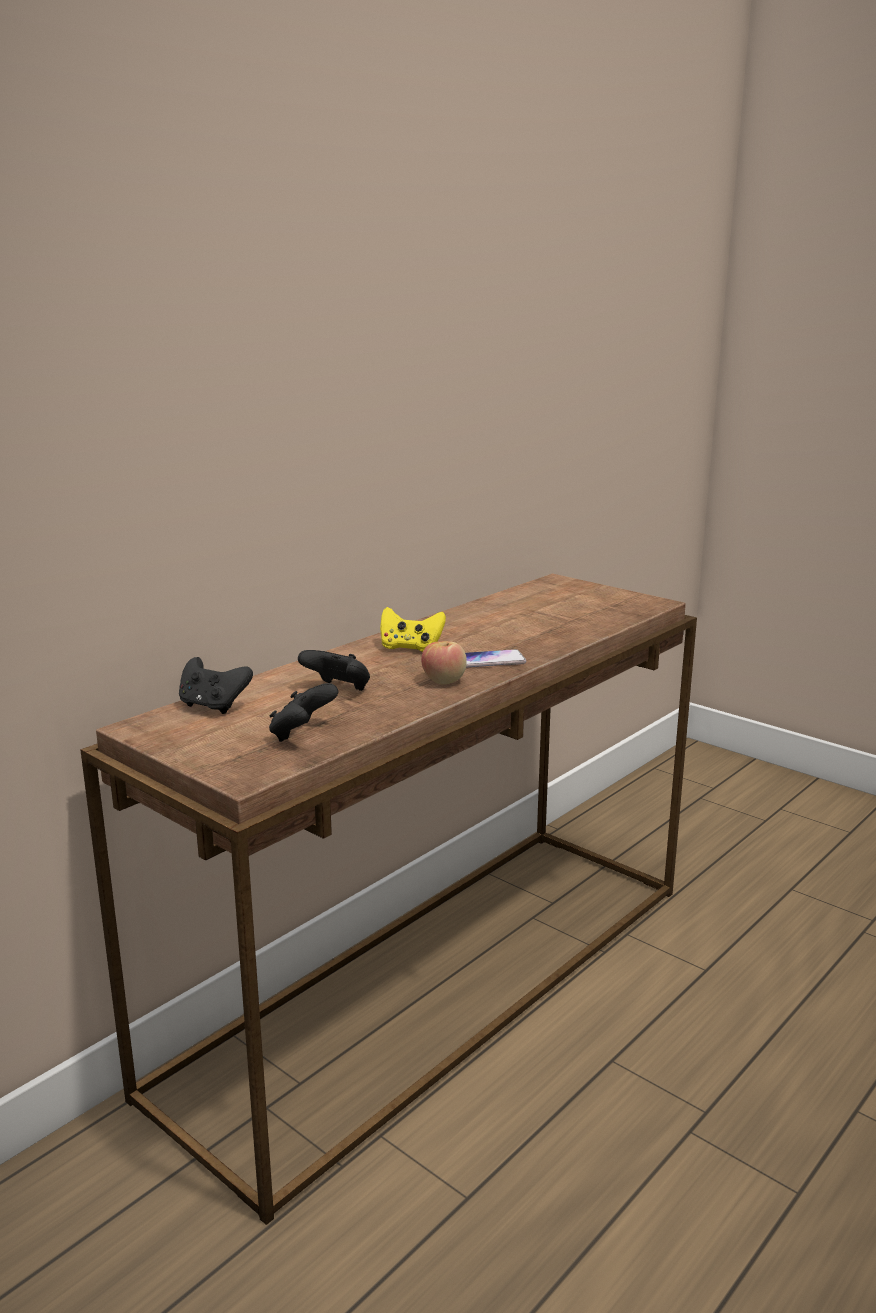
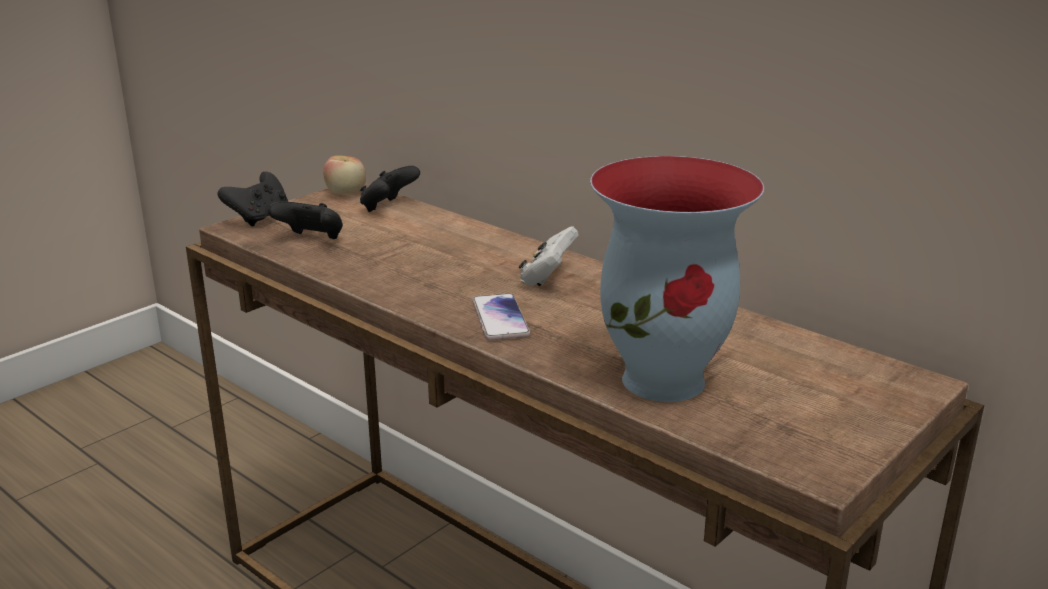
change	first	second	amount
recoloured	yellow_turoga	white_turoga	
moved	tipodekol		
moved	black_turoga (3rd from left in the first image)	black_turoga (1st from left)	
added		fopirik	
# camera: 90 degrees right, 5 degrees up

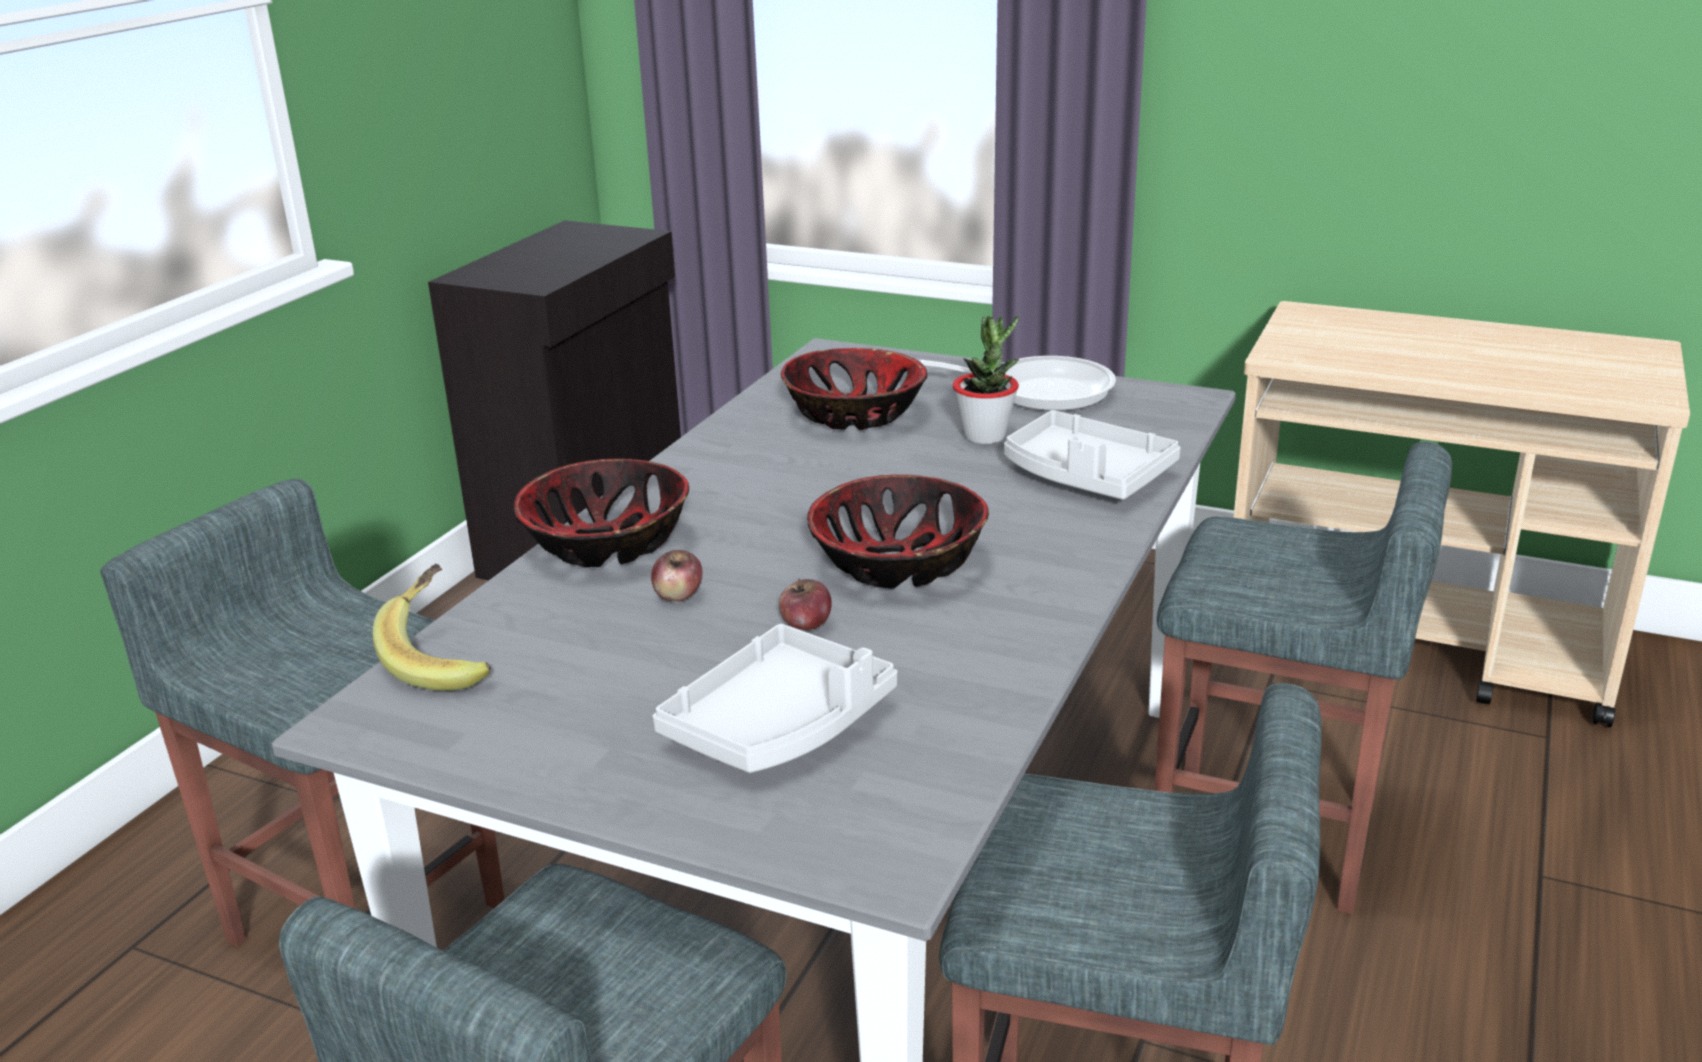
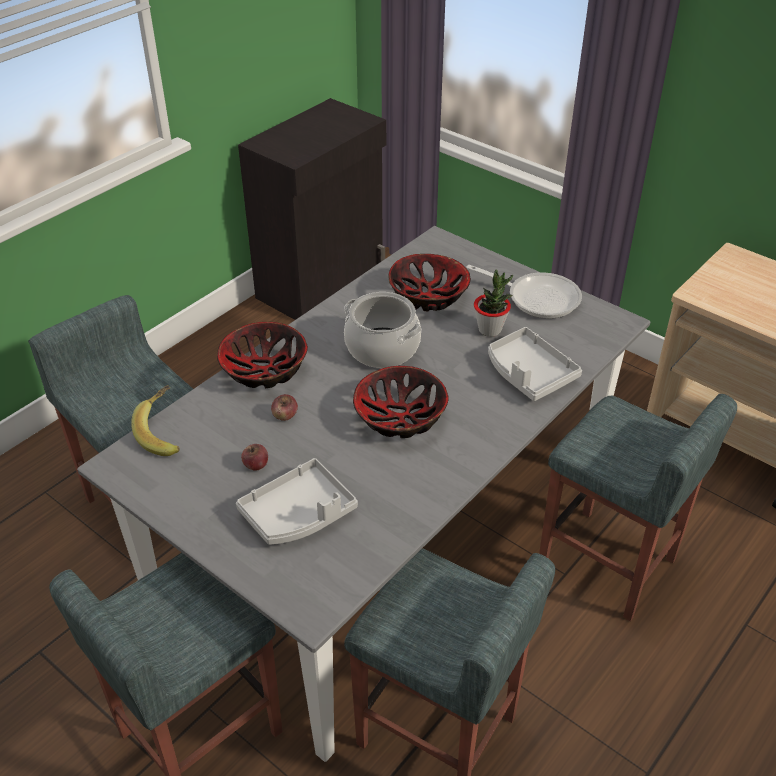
change	first	second	amount
moved	tipodekol (2nd from left in the first image)	tipodekol (1st from left)	
added		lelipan	
# camera: 15 degrees right, 15 degrees up

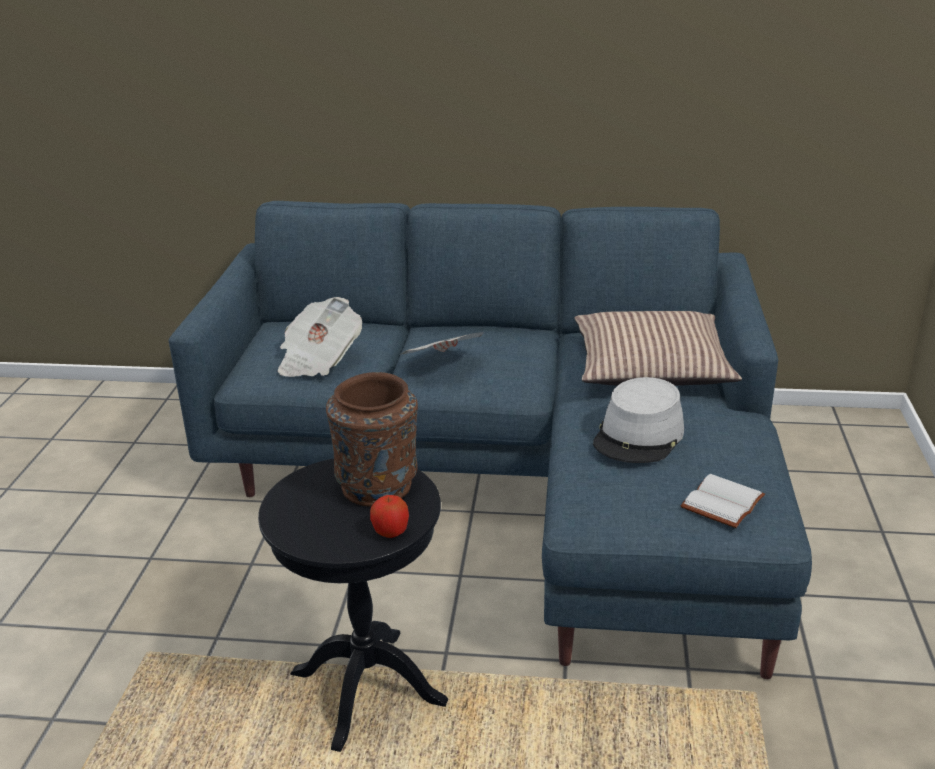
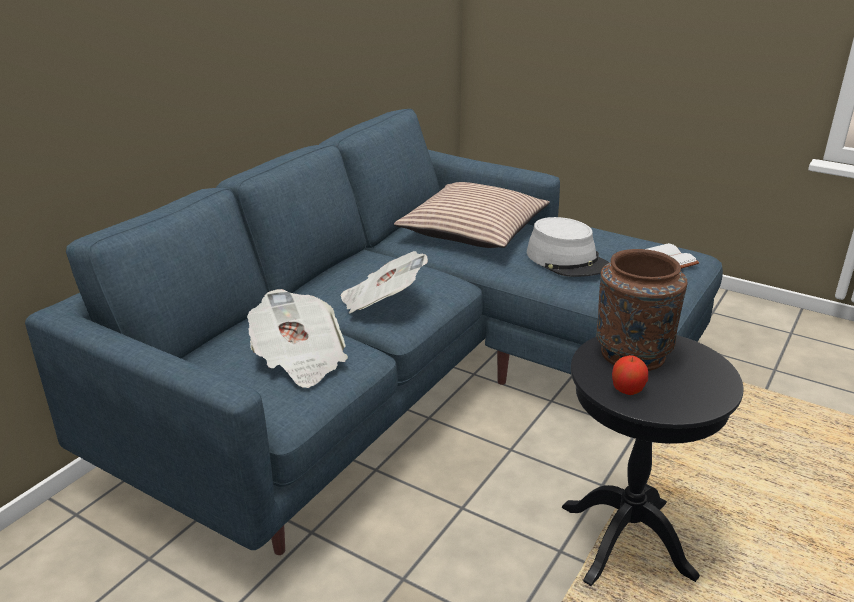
change	first	second	amount
moved	tipodekol		
# camera: 65 degrees left, 0 degrees up

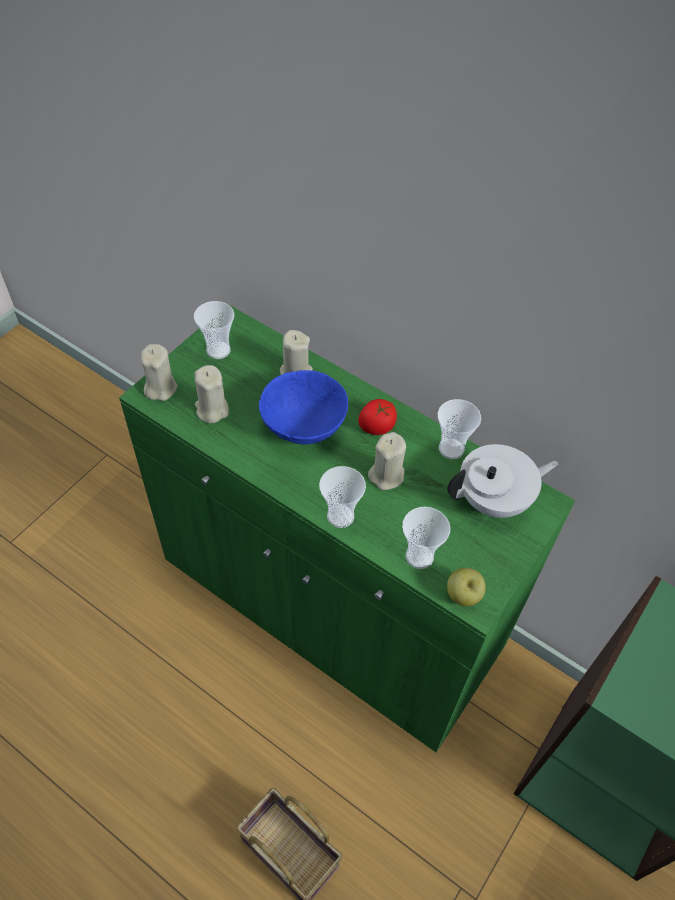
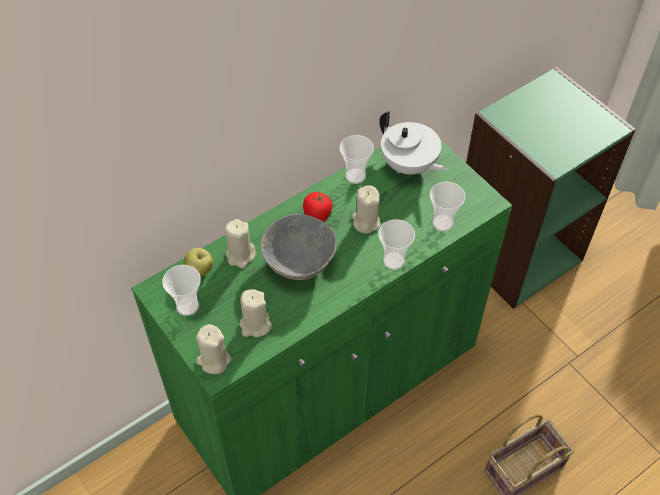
change	first	second	amount
recoloured	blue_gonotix	grey_gonotix	
turned	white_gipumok		135 degrees clockwise
moved	tipodekol		
# camera: 70 degrees left, 0 degrees up

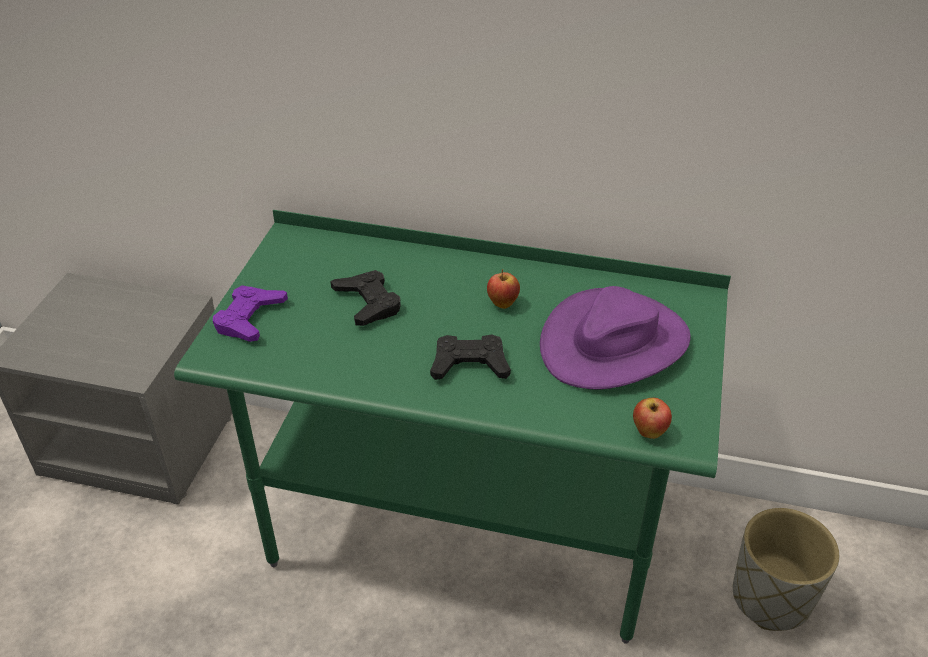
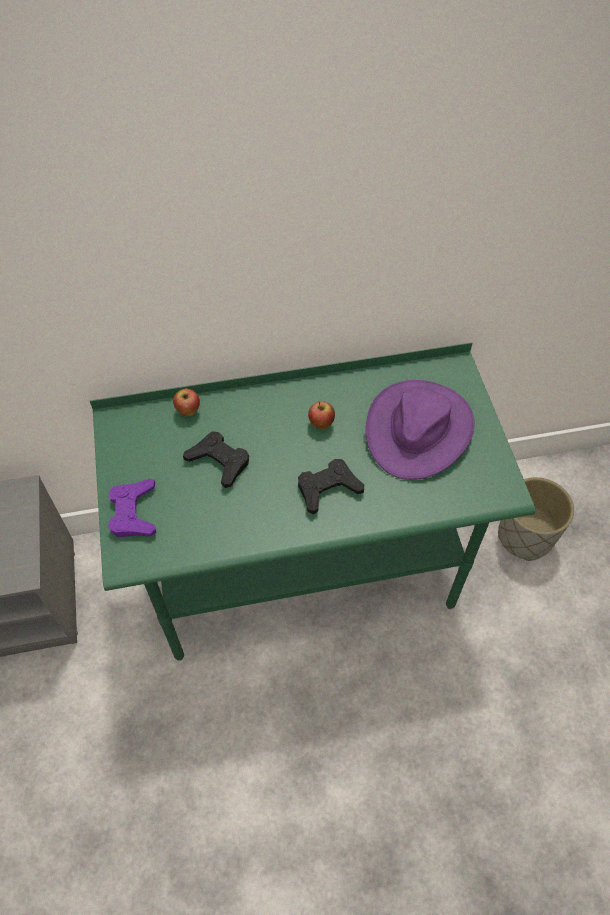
change	first	second	amount
moved	tipodekol (2nd from left in the first image)	tipodekol (1st from left)	
# camera: 25 degrees left, 15 degrees up

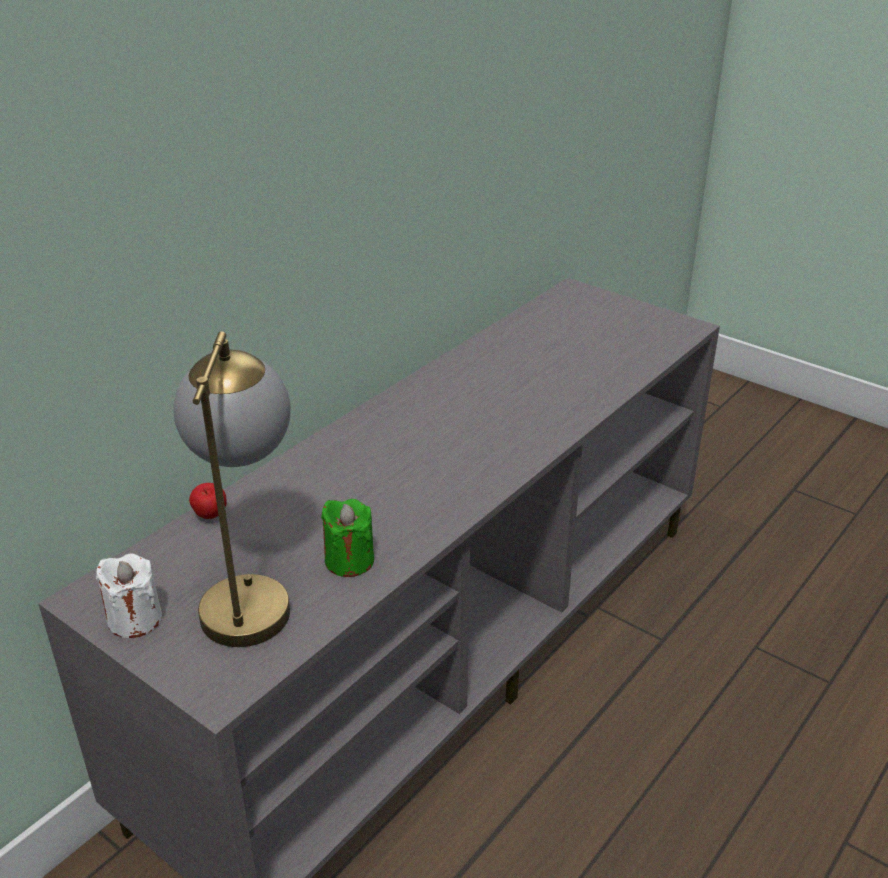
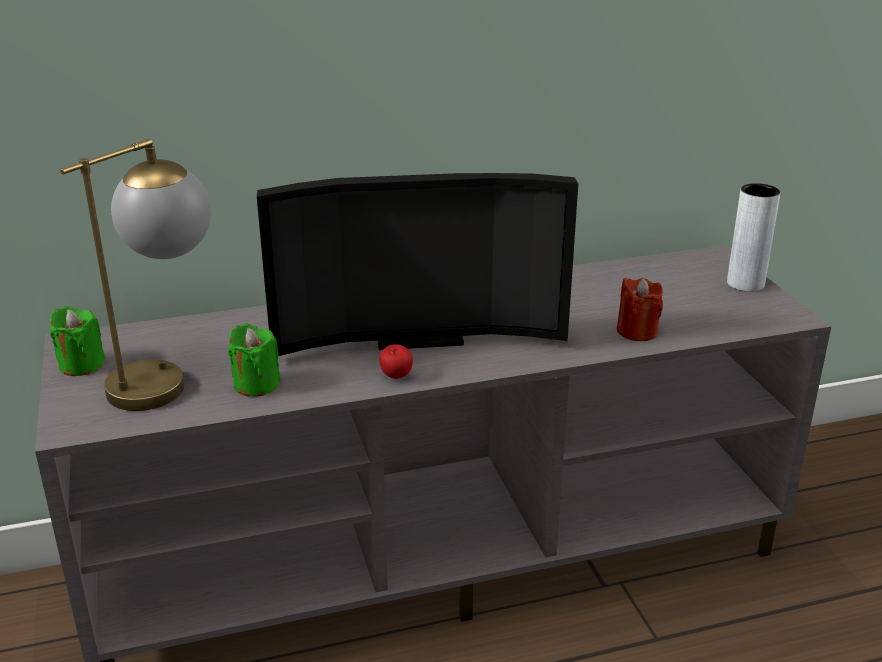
change	first	second	amount
moved	tipodekol		
recoloured	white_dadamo	green_dadamo (1st from left)	
added		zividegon	
added		grey_fopirik	
added		red_dadamo	
# camera: 35 degrees right, 5 degrees down

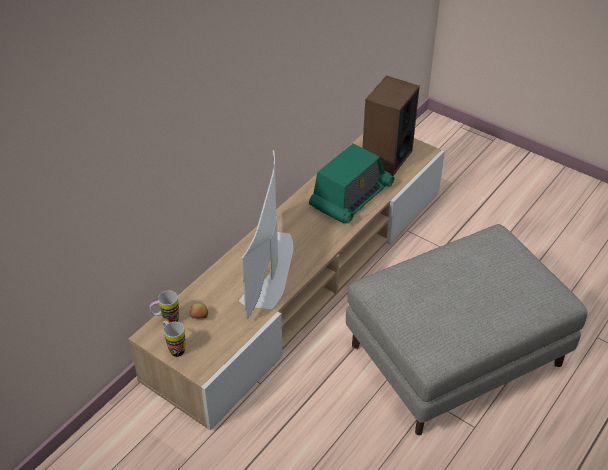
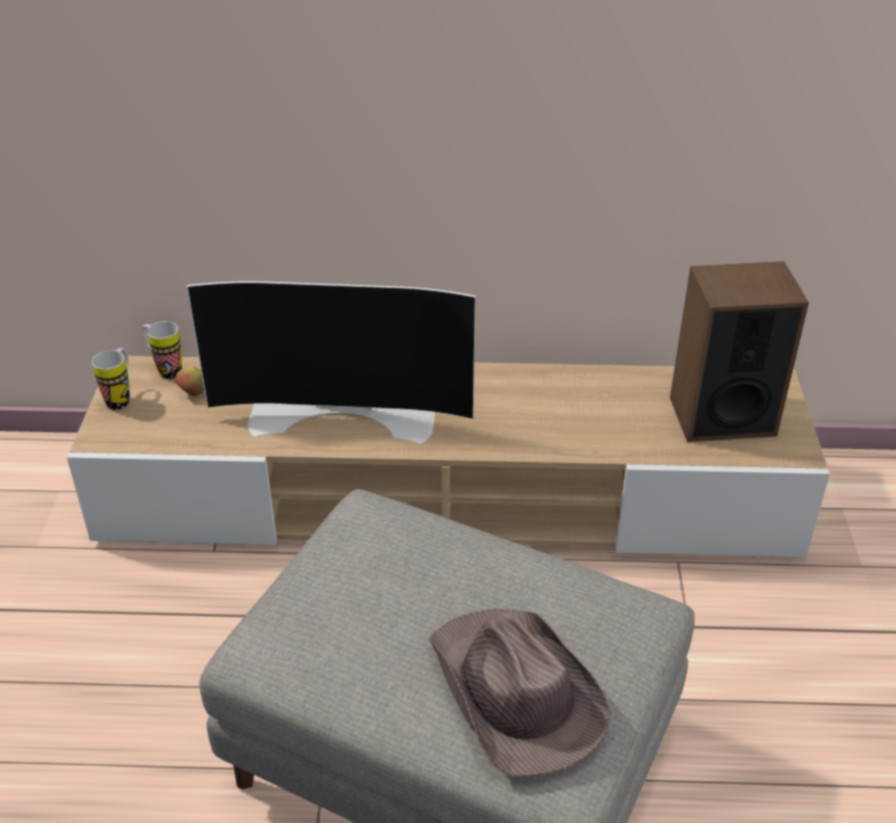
change	first	second	amount
removed	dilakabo		
turned	zividegon		150 degrees counterclockwise
added		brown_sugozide	
# camera: 55 degrees right, 5 degrees down

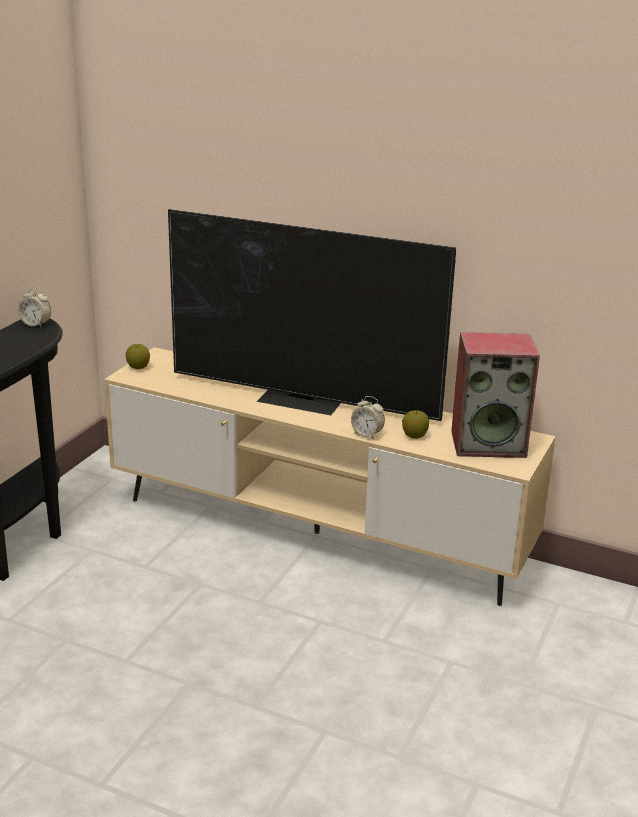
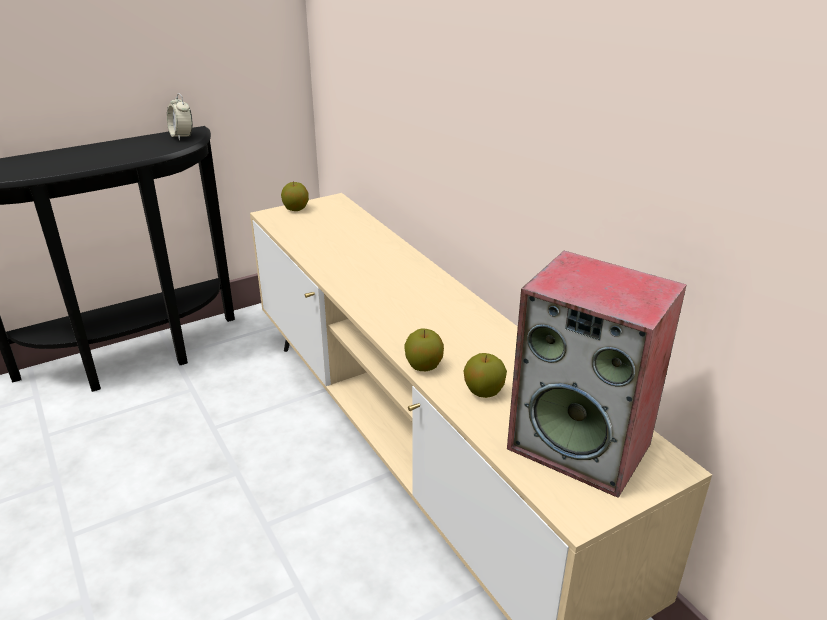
change	first	second	amount
removed	zividegon		
replaced	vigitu (2nd from left)	tipodekol (2nd from left)	
# camera: 35 degrees right, 5 degrees up

